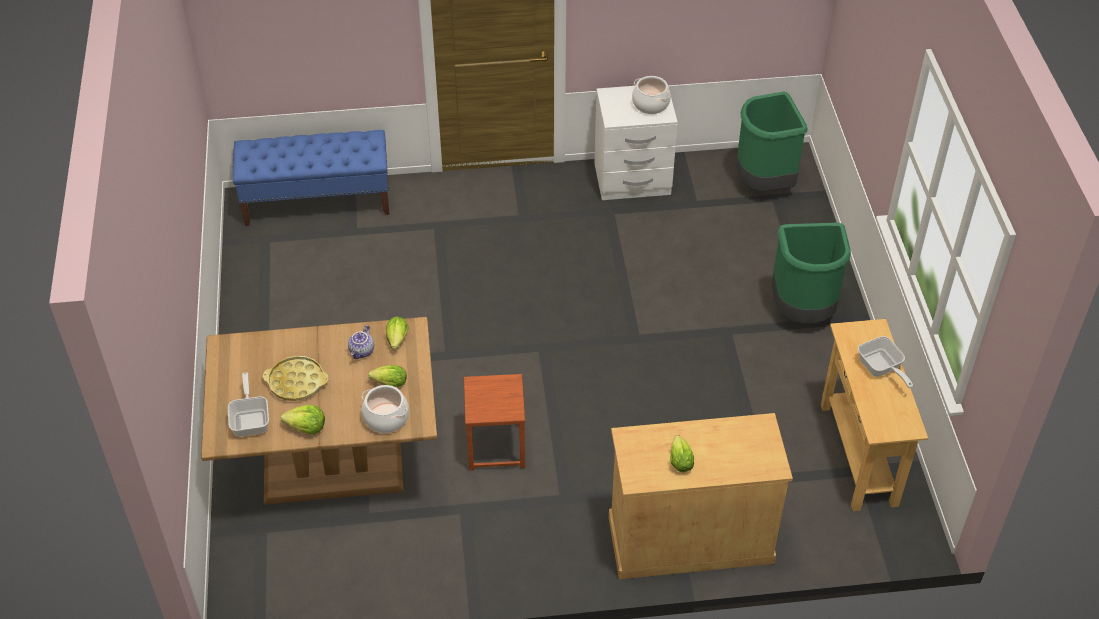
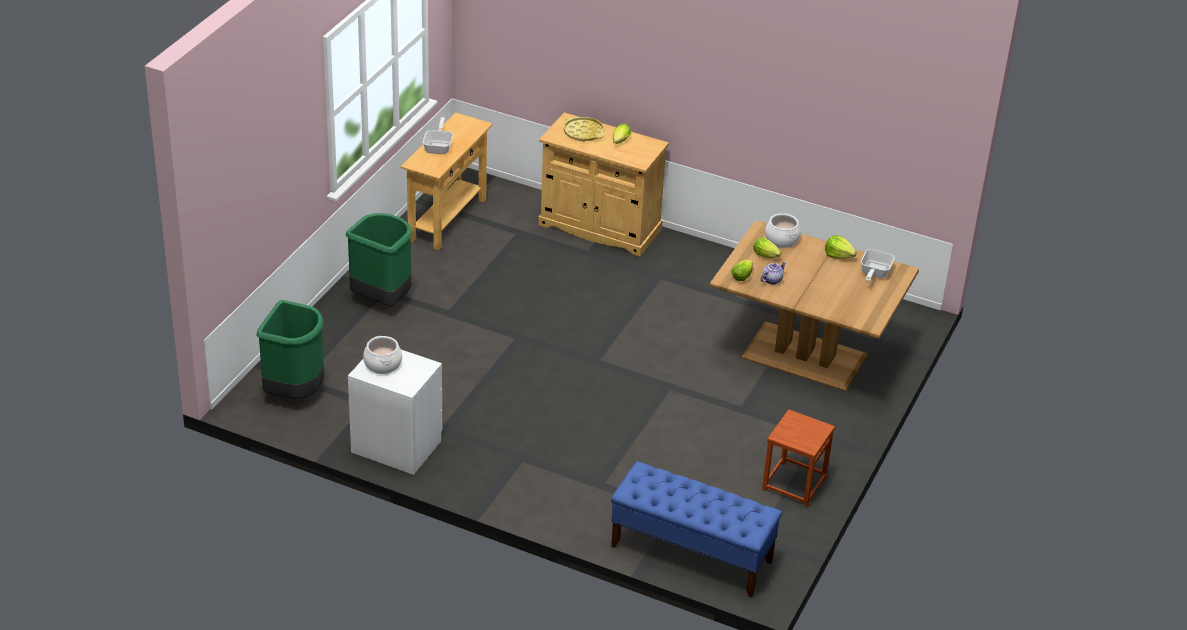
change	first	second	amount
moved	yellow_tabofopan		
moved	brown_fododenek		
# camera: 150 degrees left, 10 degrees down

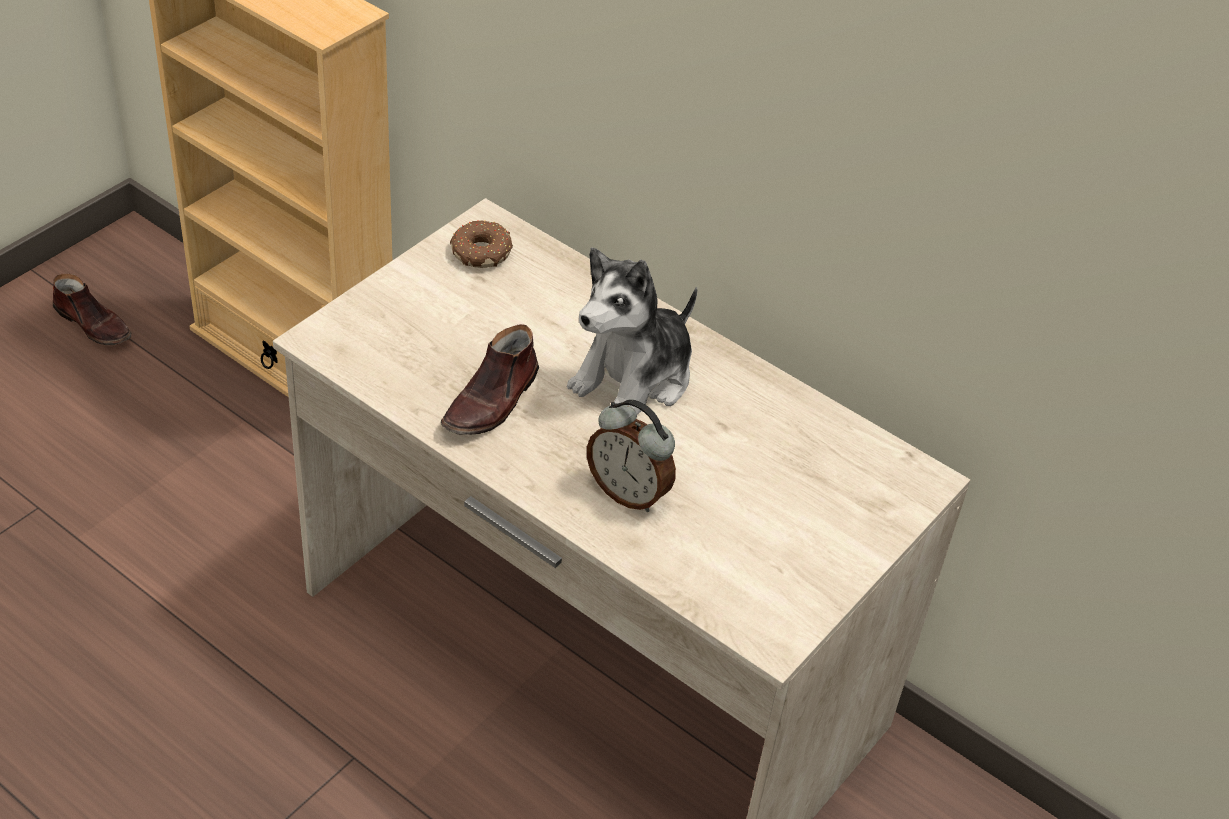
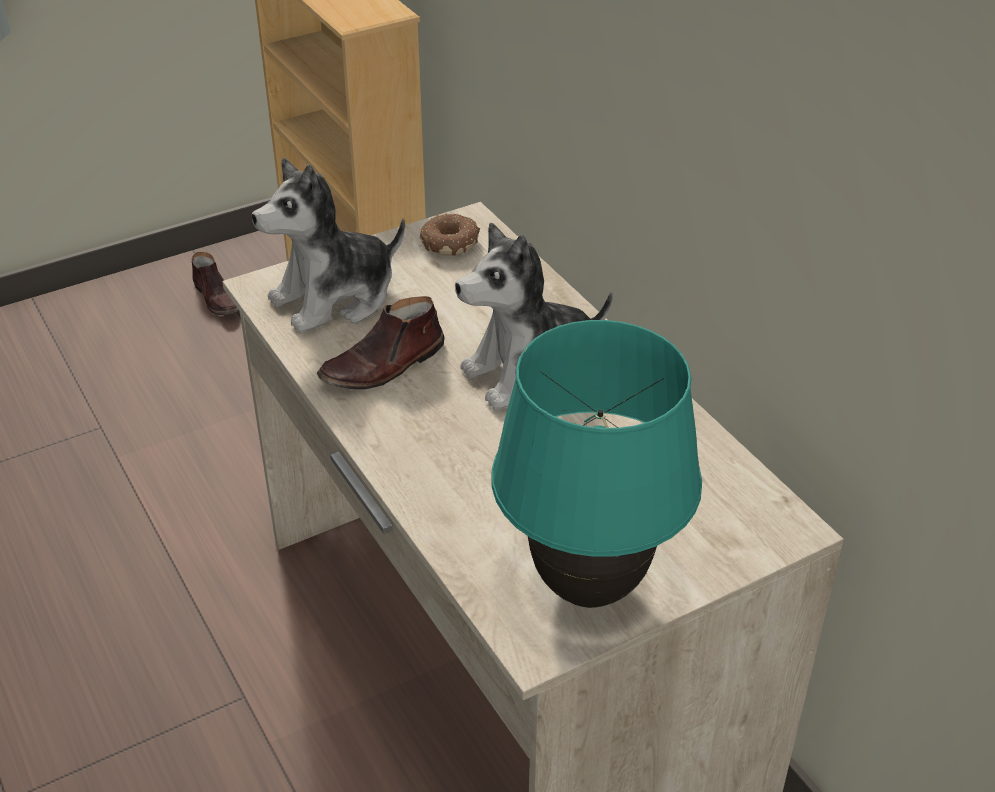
change	first	second	amount
removed	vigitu		
added		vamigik (1st from left)	
added		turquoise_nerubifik	
# camera: 25 degrees right, 5 degrees down

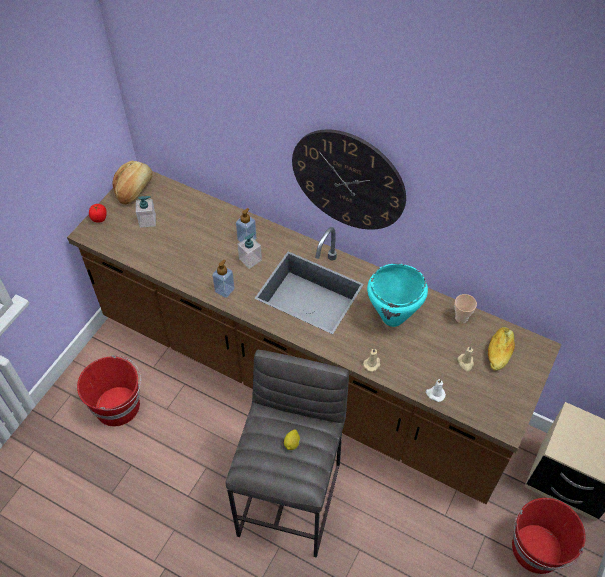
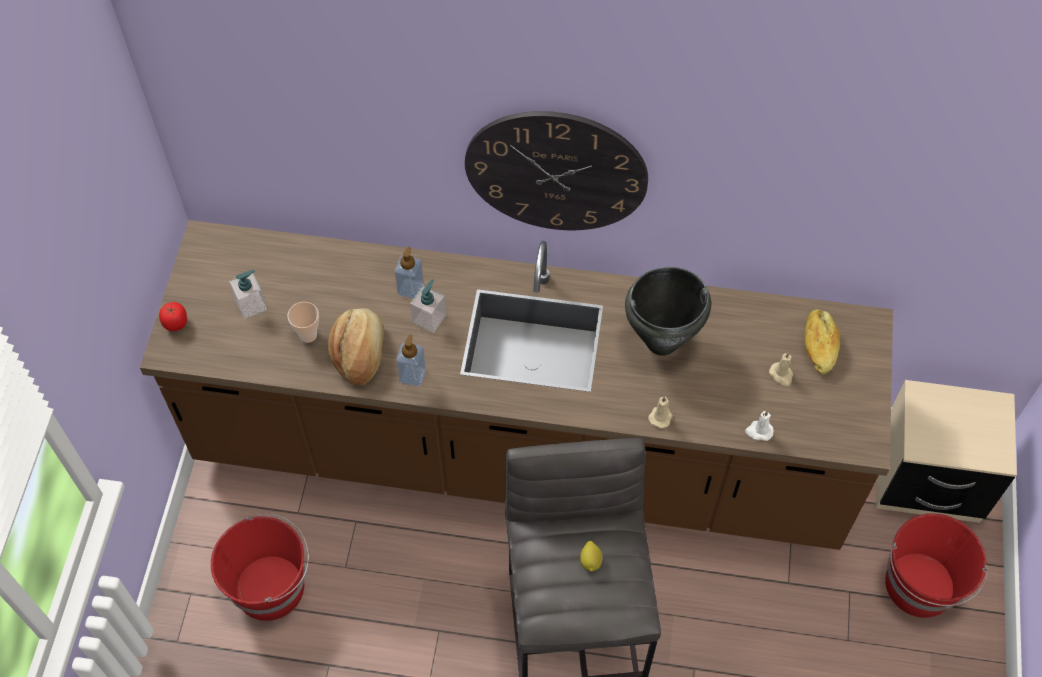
change	first	second	amount
moved	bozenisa (1st from left)		
recoloured	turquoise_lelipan	black_lelipan	
moved	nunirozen		
# camera: 20 degrees left, 5 degrees up

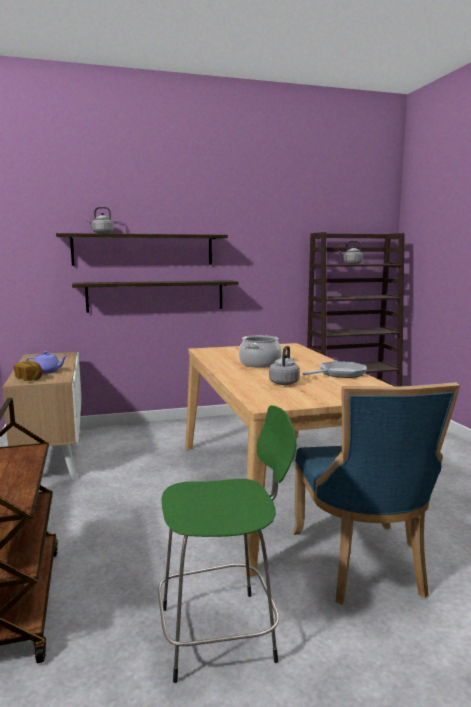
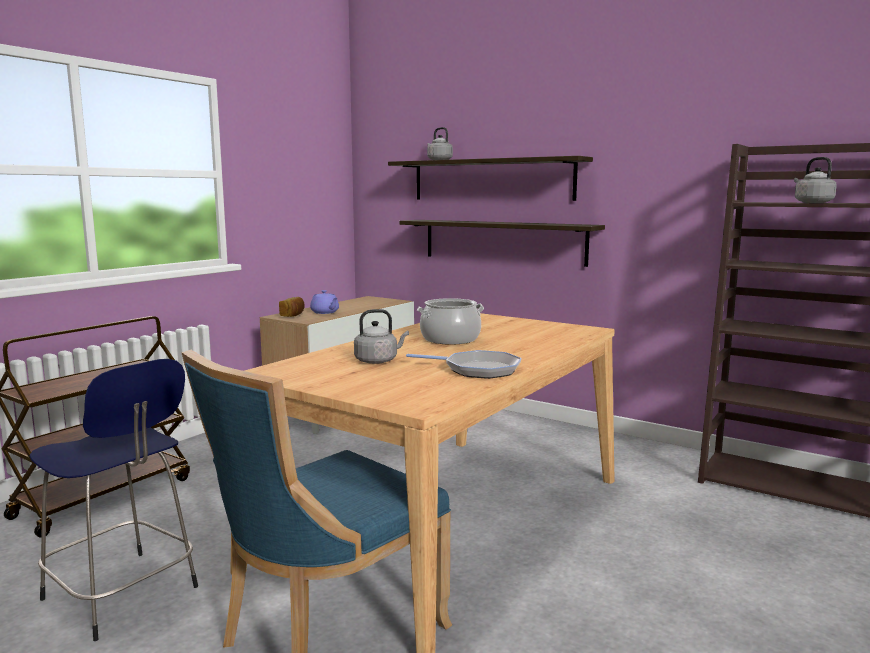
change	first	second	amount
recoloured	green_fododenek	blue_fododenek	
# camera: 50 degrees right, 0 degrees up

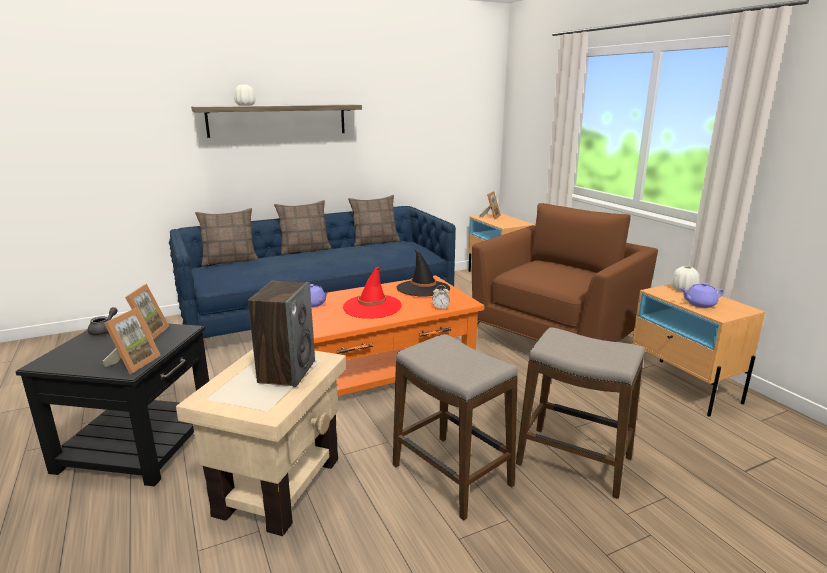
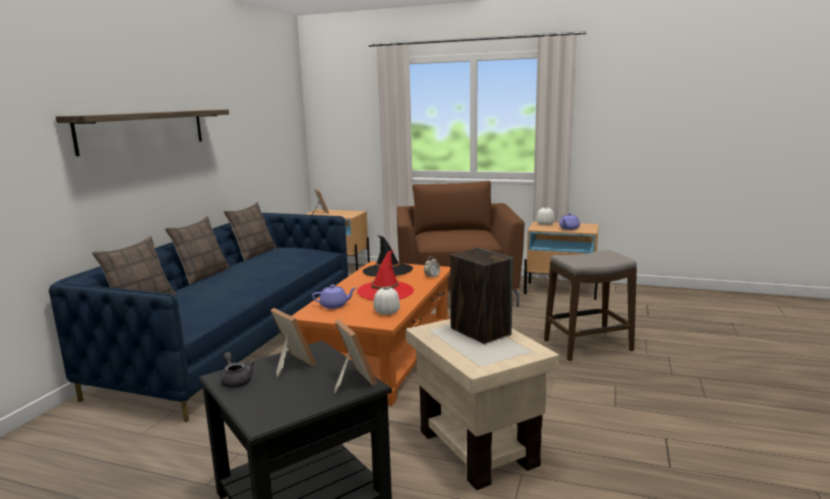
change	first	second	amount
moved	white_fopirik (1st from left)		
removed	fododenek (1st from left)		
# camera: 45 degrees left, 5 degrees down

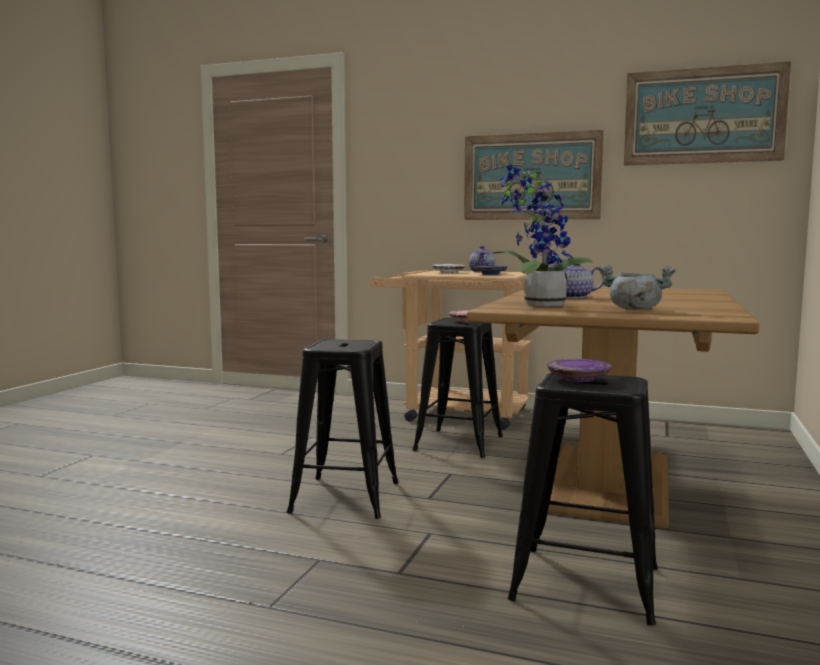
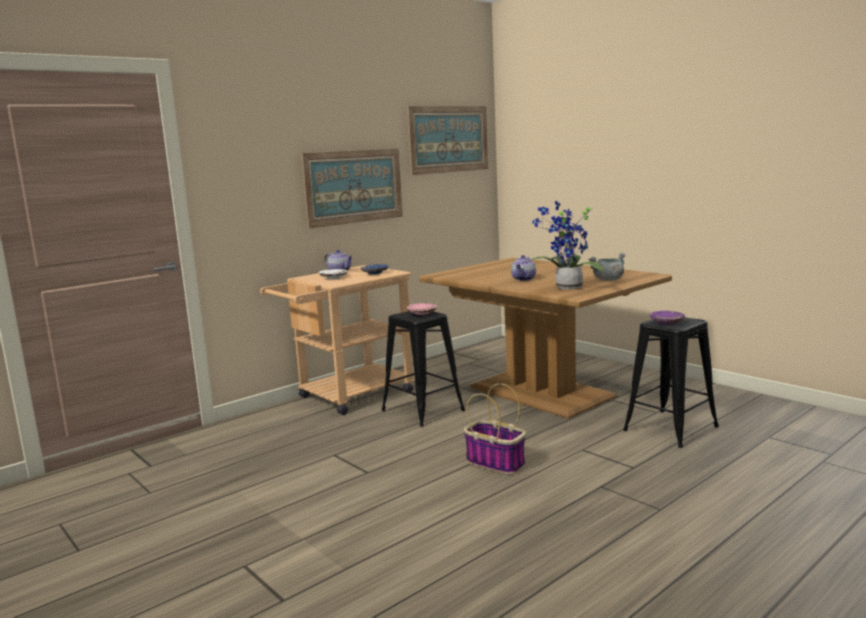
change	first	second	amount
replaced	black_fododenek (1st from left)	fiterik	
# camera: 60 degrees left, 5 degrees up

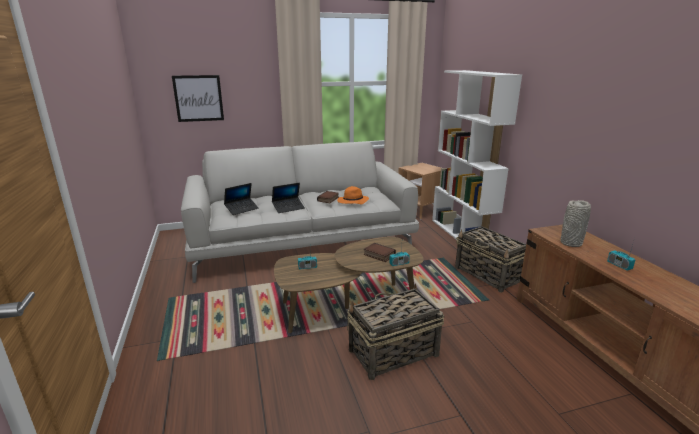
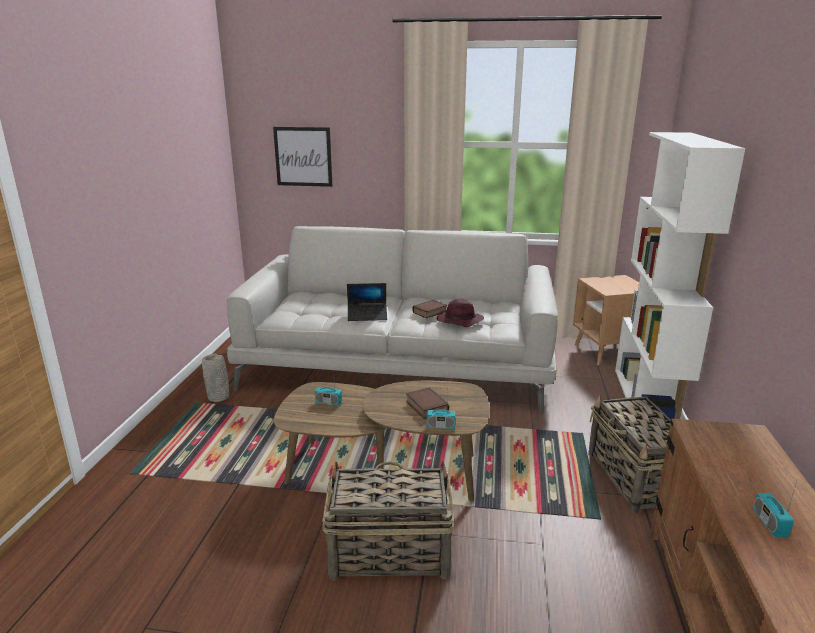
change	first	second	amount
removed	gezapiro (1st from left)		
recoloured	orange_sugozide	purple_sugozide	
moved	grey_fopirik		
# camera: 25 degrees right, 0 degrees up

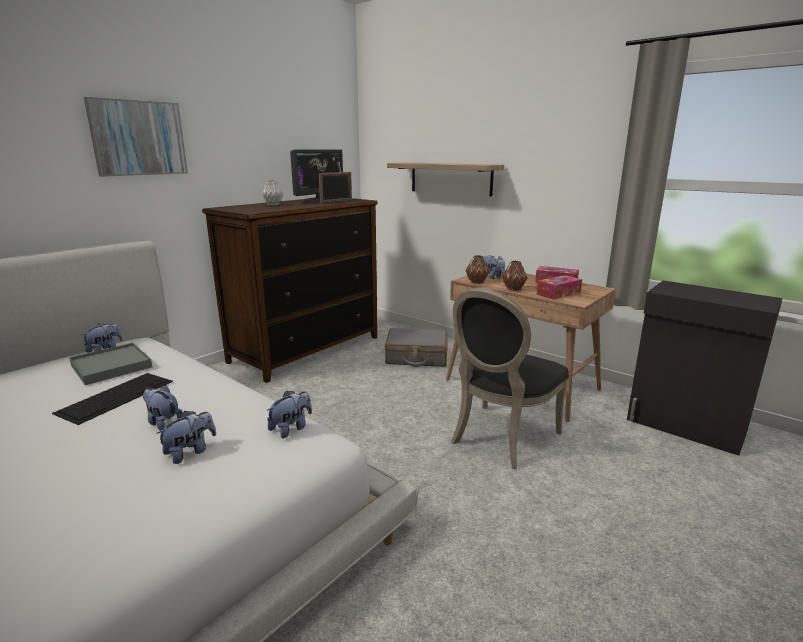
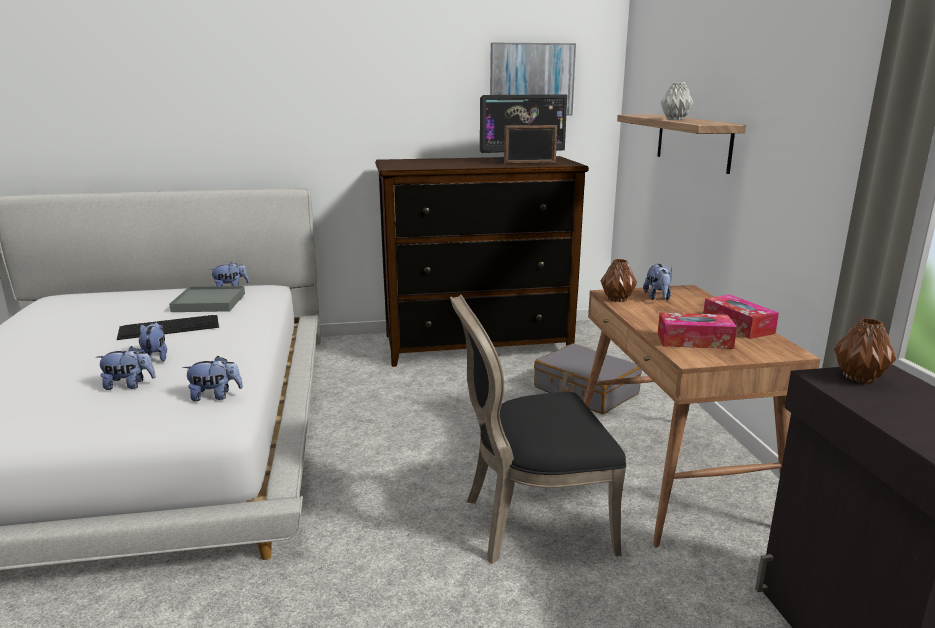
change	first	second	amount
moved	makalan		
moved	grey_fopirik		
moved	brown_fopirik (2nd from left)		
# camera: 40 degrees right, 0 degrees up

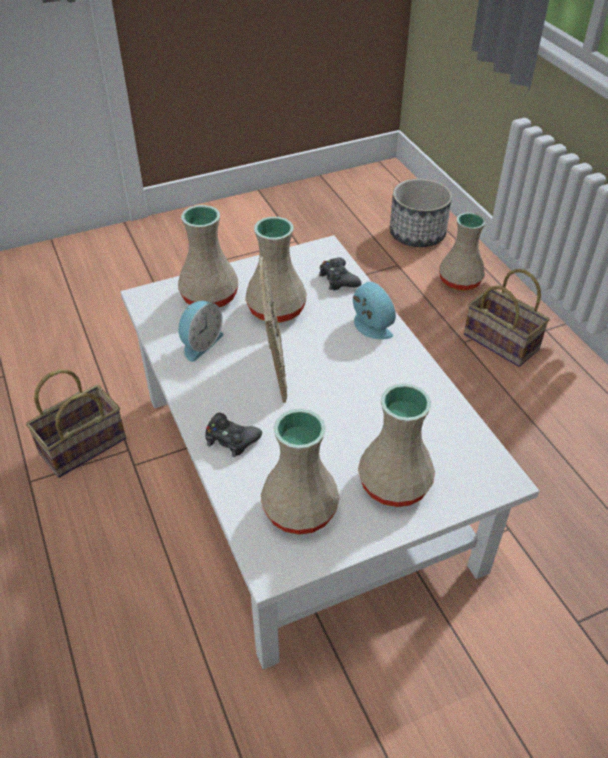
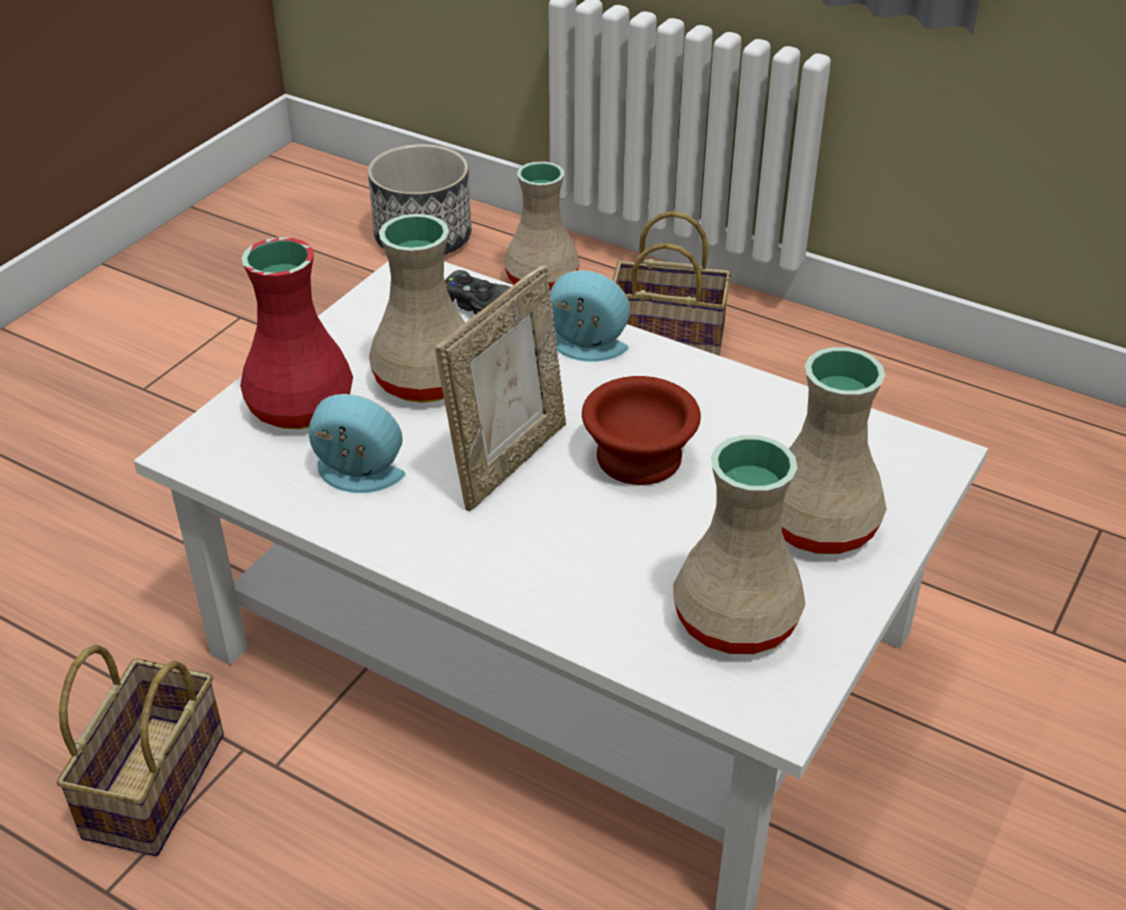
change	first	second	amount
recoloured	beige_fopirik (1st from left)	red_fopirik	
turned	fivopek		75 degrees clockwise
turned	vigitu (1st from left)		75 degrees counterclockwise
removed	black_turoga (1st from left)		
added		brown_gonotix	
# camera: 35 degrees left, 5 degrees down

